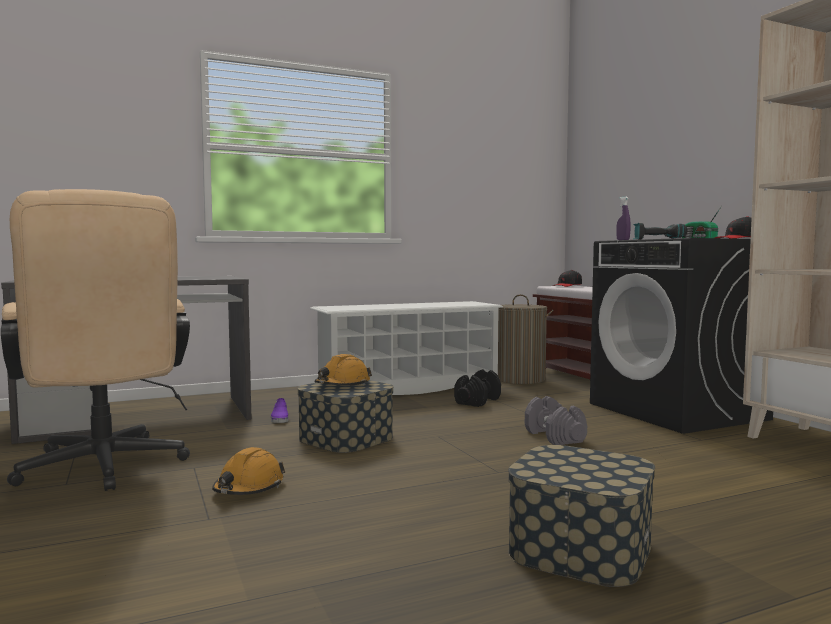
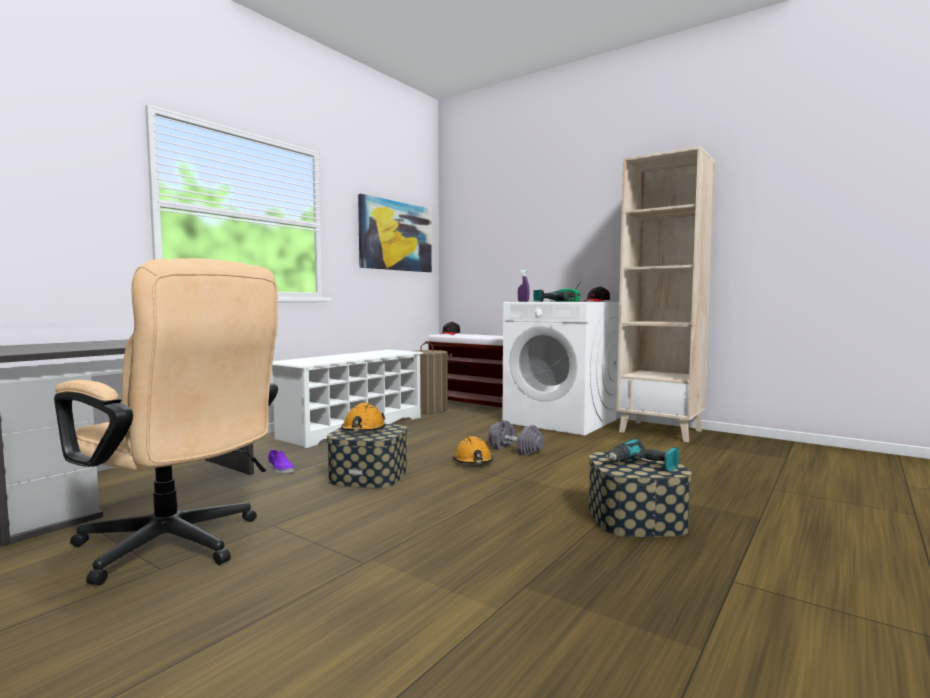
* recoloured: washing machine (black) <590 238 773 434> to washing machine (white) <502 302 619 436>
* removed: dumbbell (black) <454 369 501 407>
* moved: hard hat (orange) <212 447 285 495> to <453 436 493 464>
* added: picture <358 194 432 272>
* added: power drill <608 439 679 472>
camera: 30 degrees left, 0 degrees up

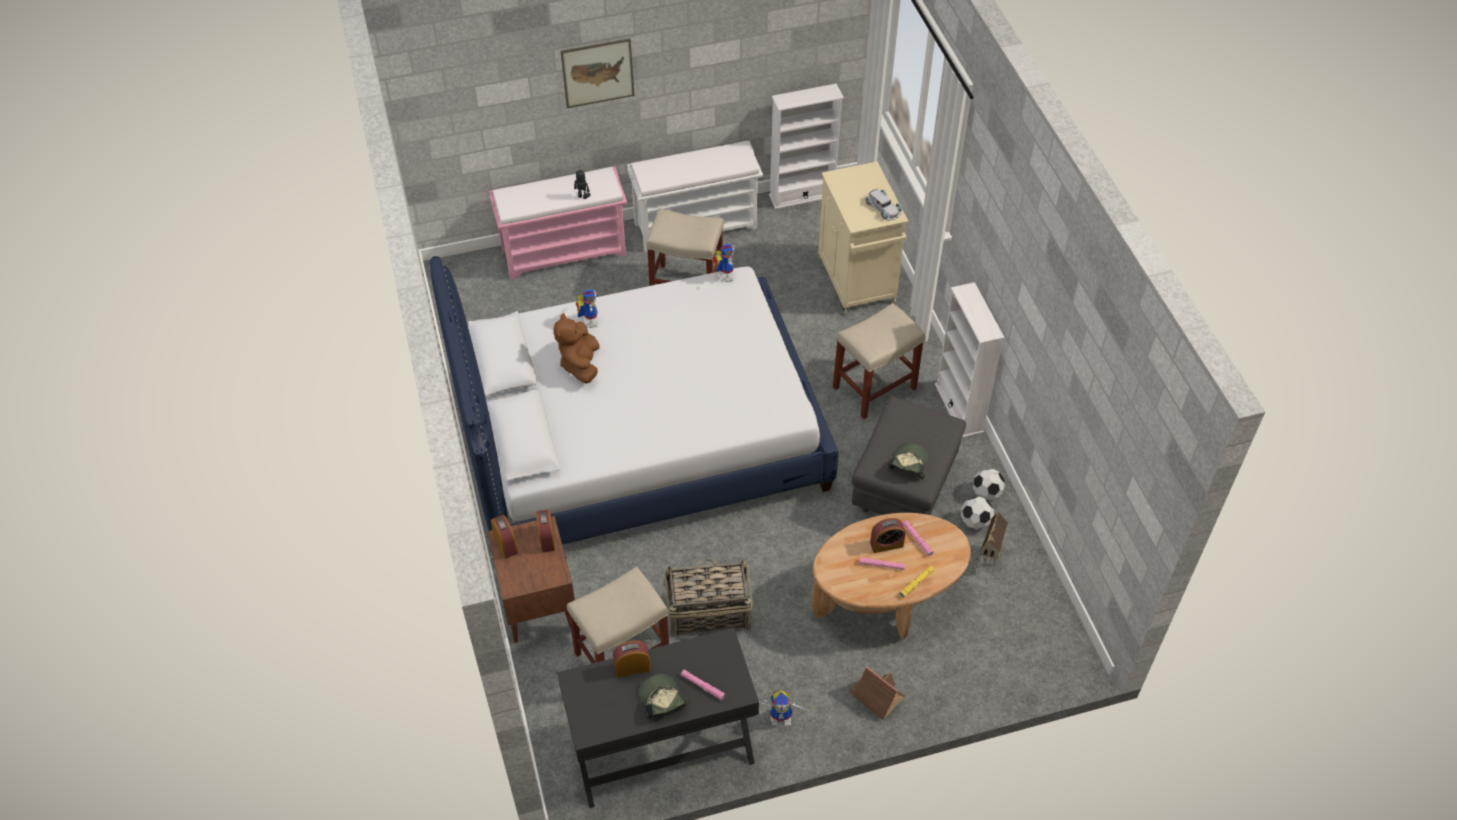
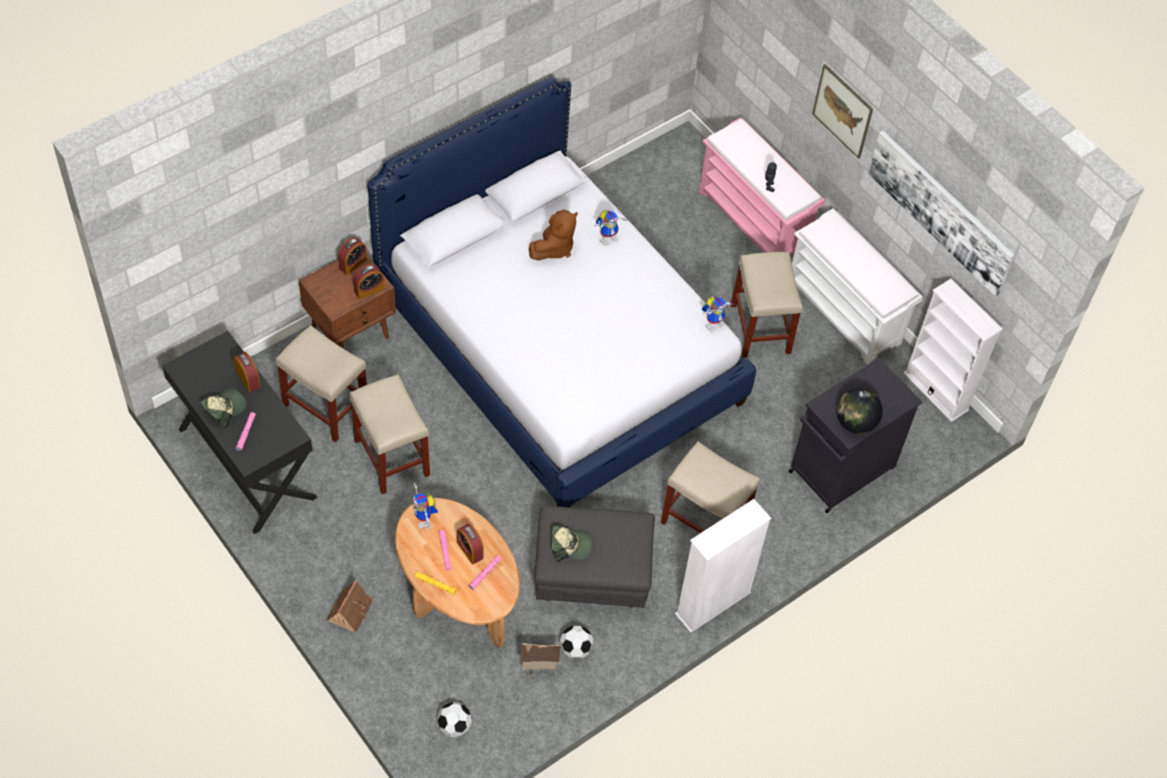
* recoloured: cabinet (beige) <818 162 908 314> to cabinet (black) <789 358 922 513>
* replaced: toy car (white) <865 189 902 221> to globe <837 388 883 434>
* turned: plush toy (brown) <554 313 600 384> = <529 209 578 260> 150 degrees clockwise
* moved: football <973 469 1005 500> to <437 702 472 737>
* replaced: basket <664 559 752 637> to stool (beige) <350 374 430 494>
* moved: toy robot <759 690 807 726> to <413 483 438 529>
* added: picture <868 131 1014 296>
camera: 65 degrees right, 5 degrees up

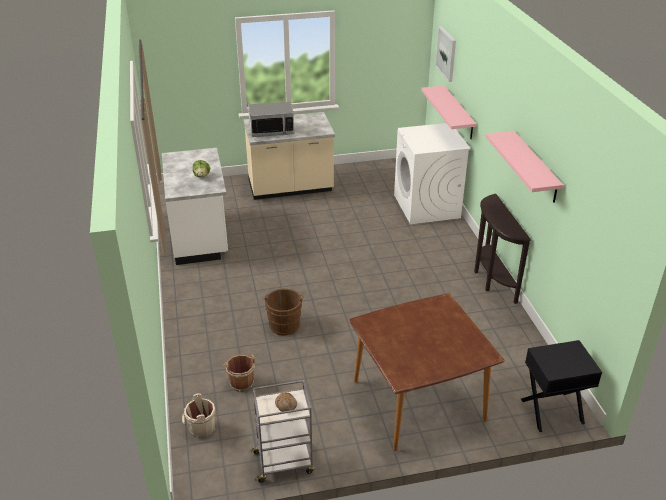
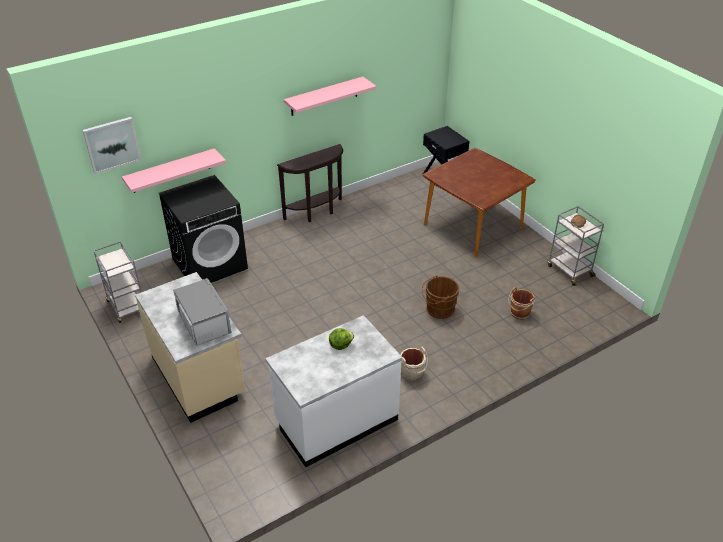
* recoloured: washing machine (white) <394 123 471 224> to washing machine (black) <159 175 248 283>
* moved: bucket (beige) <182 393 215 438> to <401 347 428 381>
* added: cart (grey) <93 241 142 323>
camera: 110 degrees left, 5 degrees up

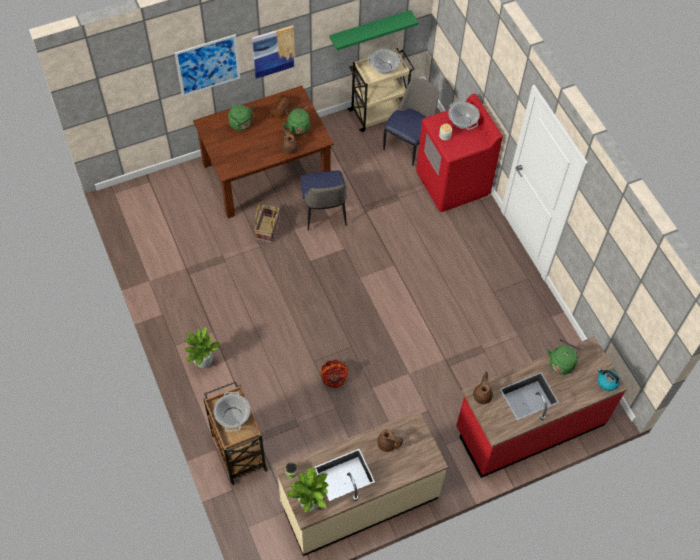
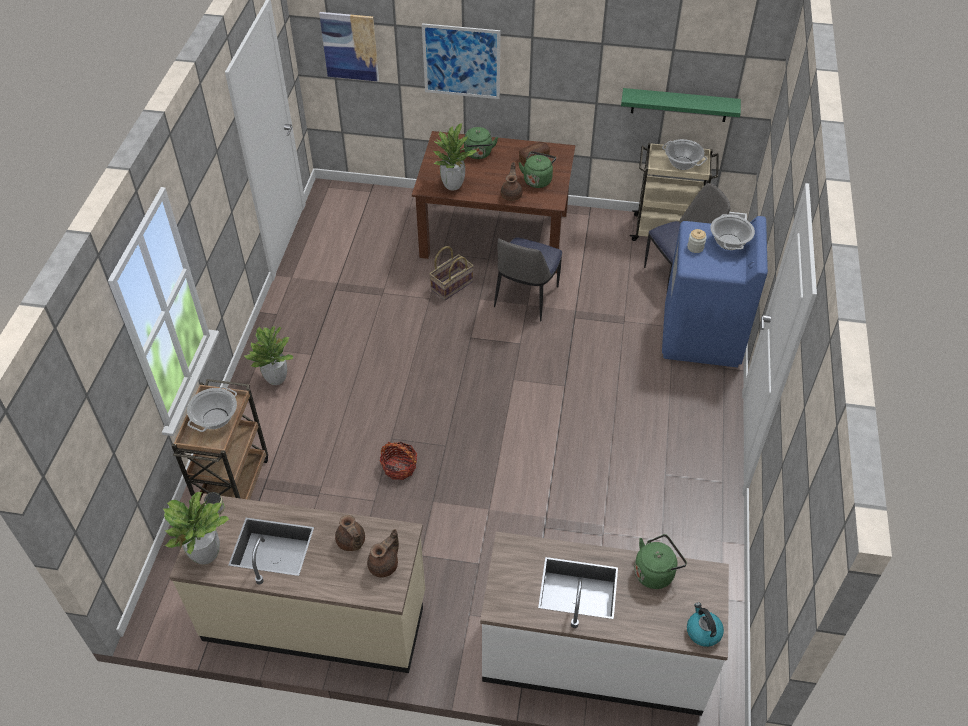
* moved: picture <252 25 295 79> to <319 12 379 81>
* recoloured: washing machine (red) <416 94 503 212> to washing machine (blue) <662 216 768 368>
* recoloured: counter (red) <456 336 627 478> to counter (white) <480 531 729 716>
* moved: teapot (brown) <473 372 493 404> to <367 529 399 577>
* added: potted plant <434 123 477 190>
camera: 35 degrees right, 10 degrees down

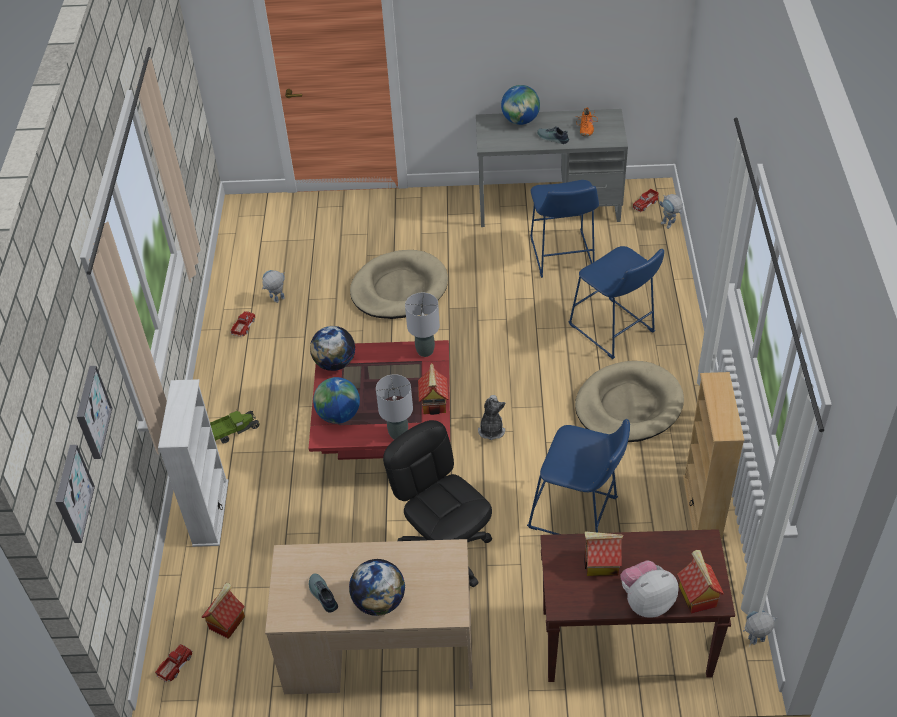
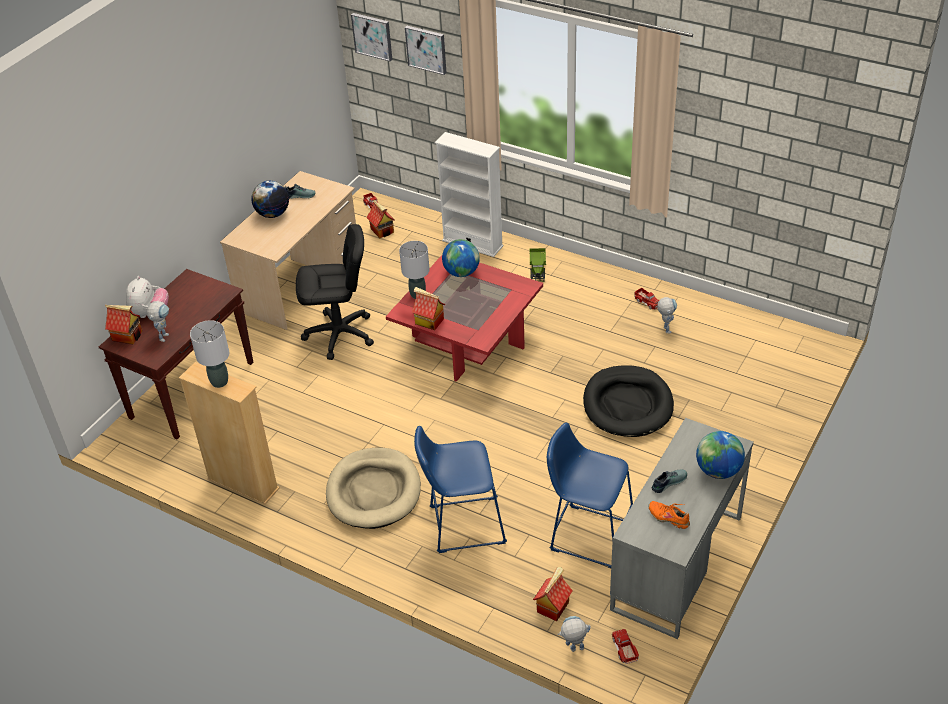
* recoloured: dog bed (beige) <350 250 448 319> to dog bed (black) <583 365 674 437>
* moved: table lamp (grey) <405 293 440 357> to <190 320 229 388>
* removed: globe <310 326 355 371>
* removed: plush toy <478 395 506 440>
* removed: stool (blue) <527 419 630 535>
* moved: toy house <584 531 623 576> to <533 567 572 621>
* moved: toy robot <743 610 777 645> to <147 301 169 342>
camera: 120 degrees right, 5 degrees down

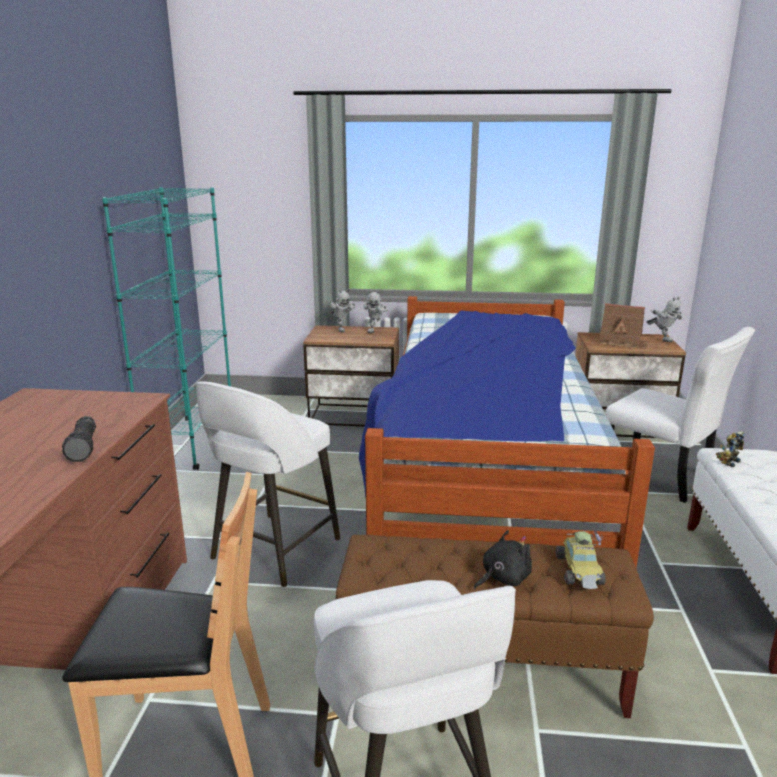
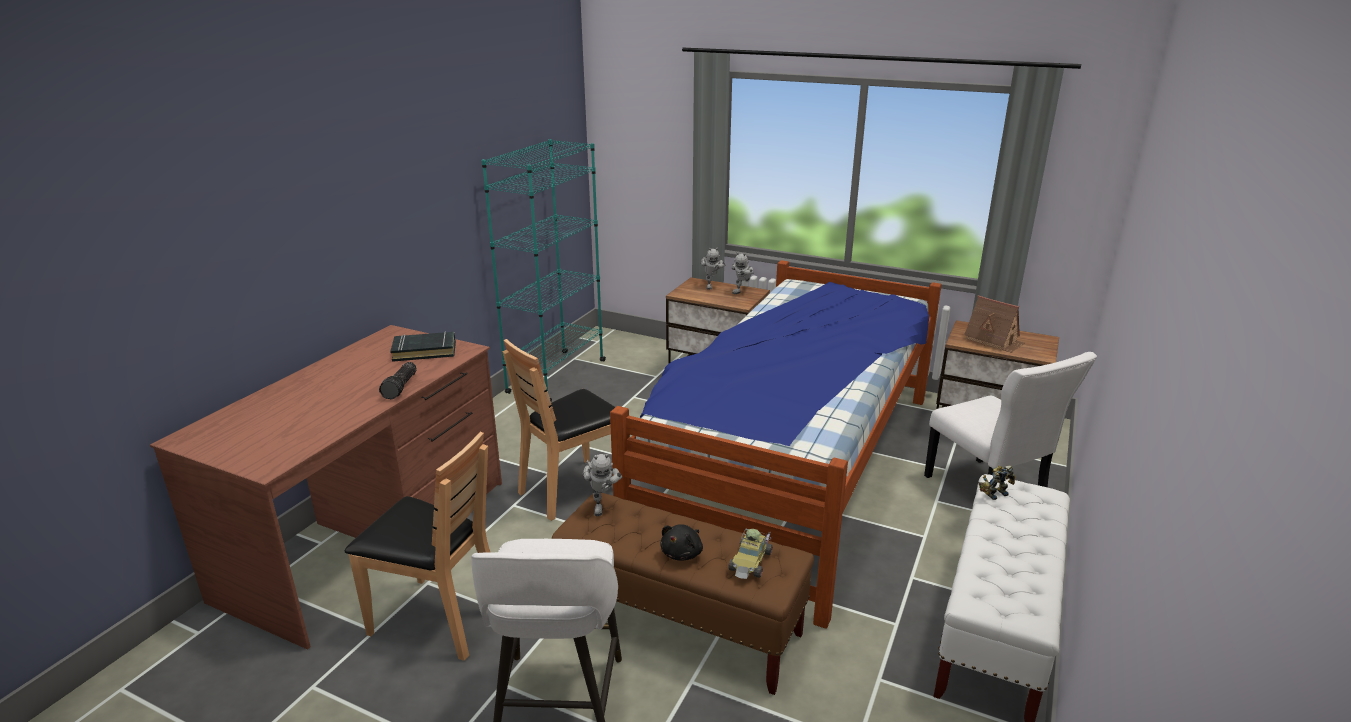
* moved: toy robot <646 297 682 342> to <582 454 622 516>
* replaced: stool (white) <196 382 340 587> to chair (brown) <502 339 615 521>
* turned: plush toy (black) <474 530 532 590> = <660 524 703 561> 135 degrees clockwise
* added: book (black) <390 332 456 362>
camera: 20 degrees right, 5 degrees up

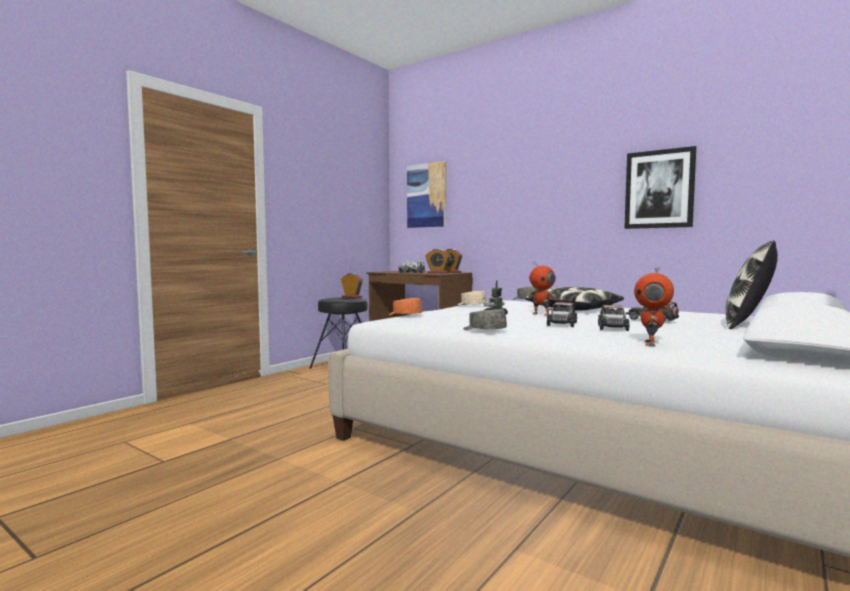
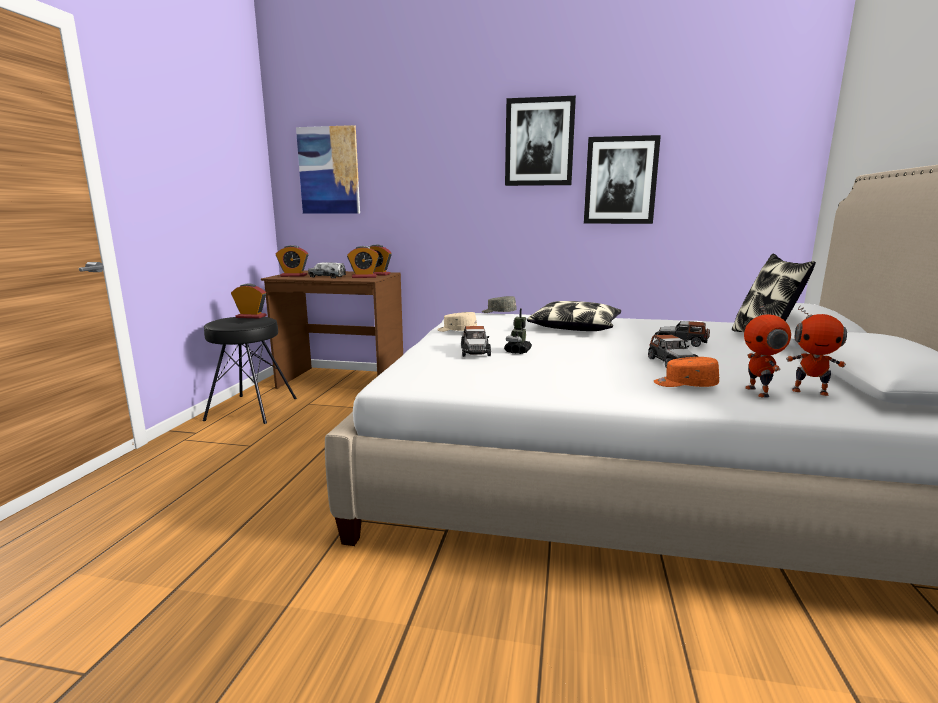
* moved: toy robot <529 261 556 316> to <786 306 847 396>
* moved: cap (orange) <389 298 422 315> to <654 357 719 387>
* moved: toy car <547 302 577 327> to <461 326 491 357>
* removed: cap (grey) <463 309 507 330>
* added: picture <505 96 576 186>
* added: alarm clock <276 245 308 277>
camera: 25 degrees left, 10 degrees up

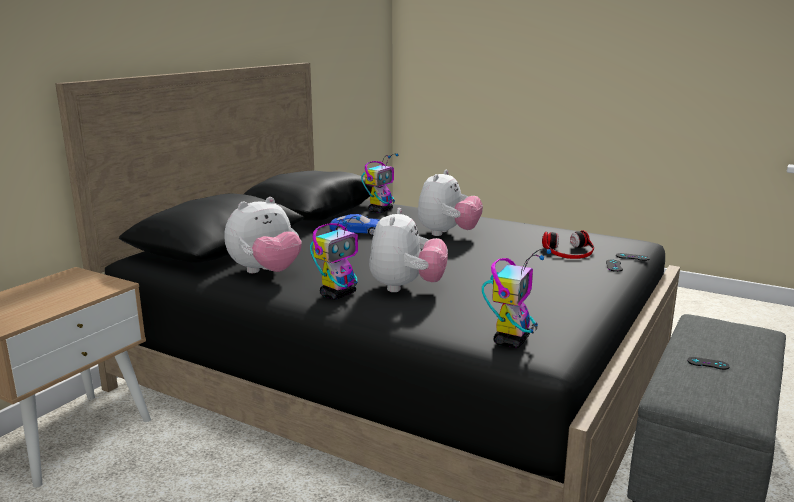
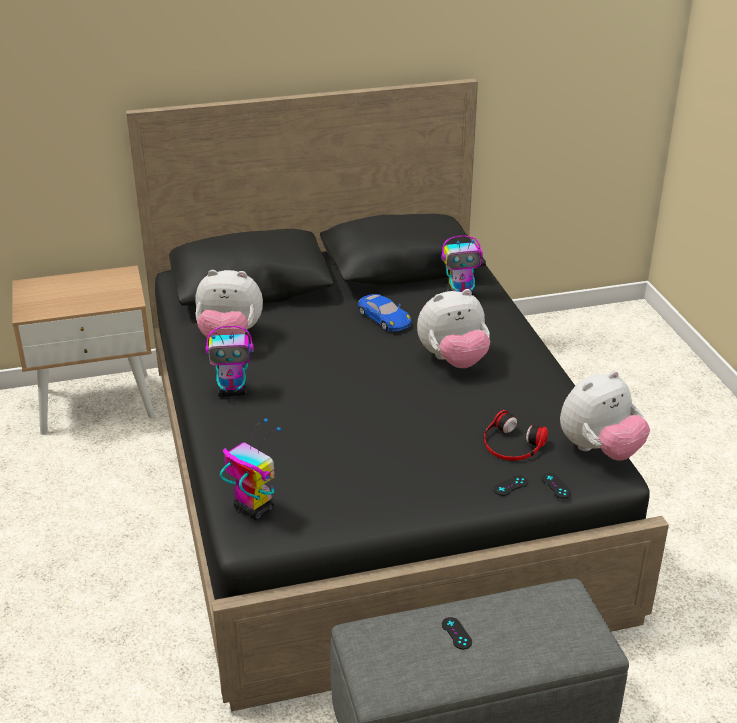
* moved: plush toy <369 208 448 292> to <560 371 650 460>
* turned: toy robot <482 249 551 348> = <220 418 281 520> 120 degrees counterclockwise
camera: 45 degrees right, 15 degrees up

